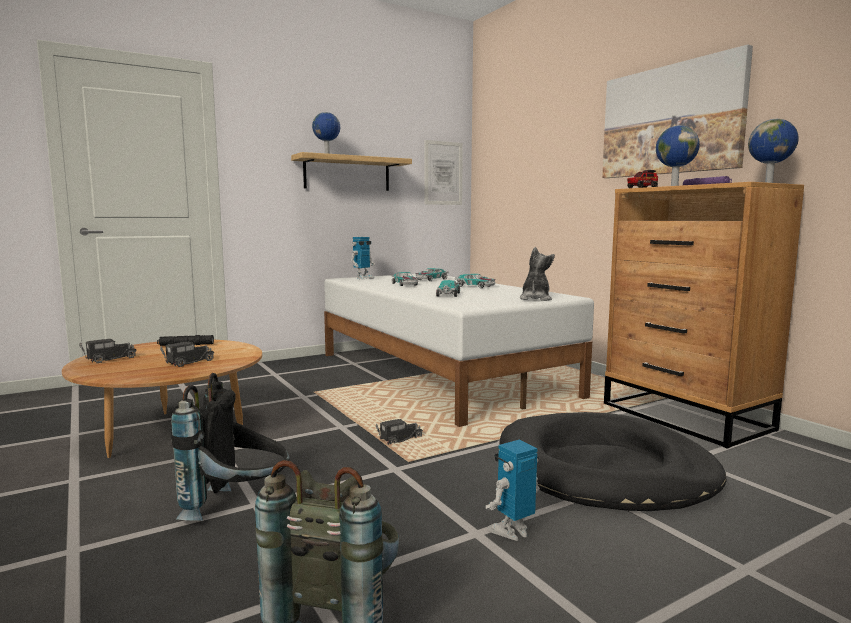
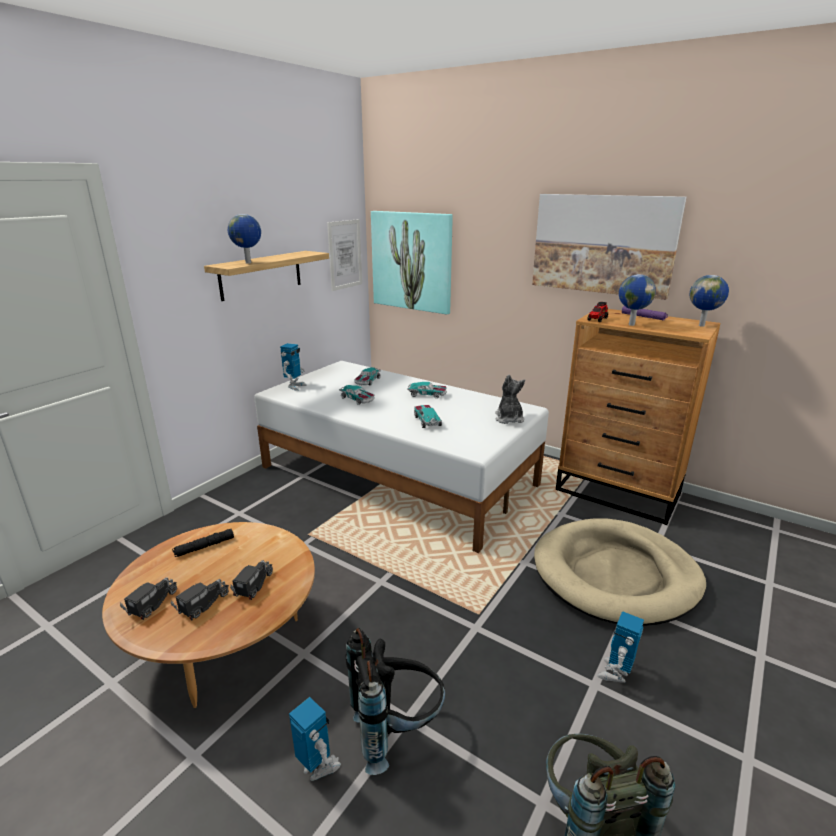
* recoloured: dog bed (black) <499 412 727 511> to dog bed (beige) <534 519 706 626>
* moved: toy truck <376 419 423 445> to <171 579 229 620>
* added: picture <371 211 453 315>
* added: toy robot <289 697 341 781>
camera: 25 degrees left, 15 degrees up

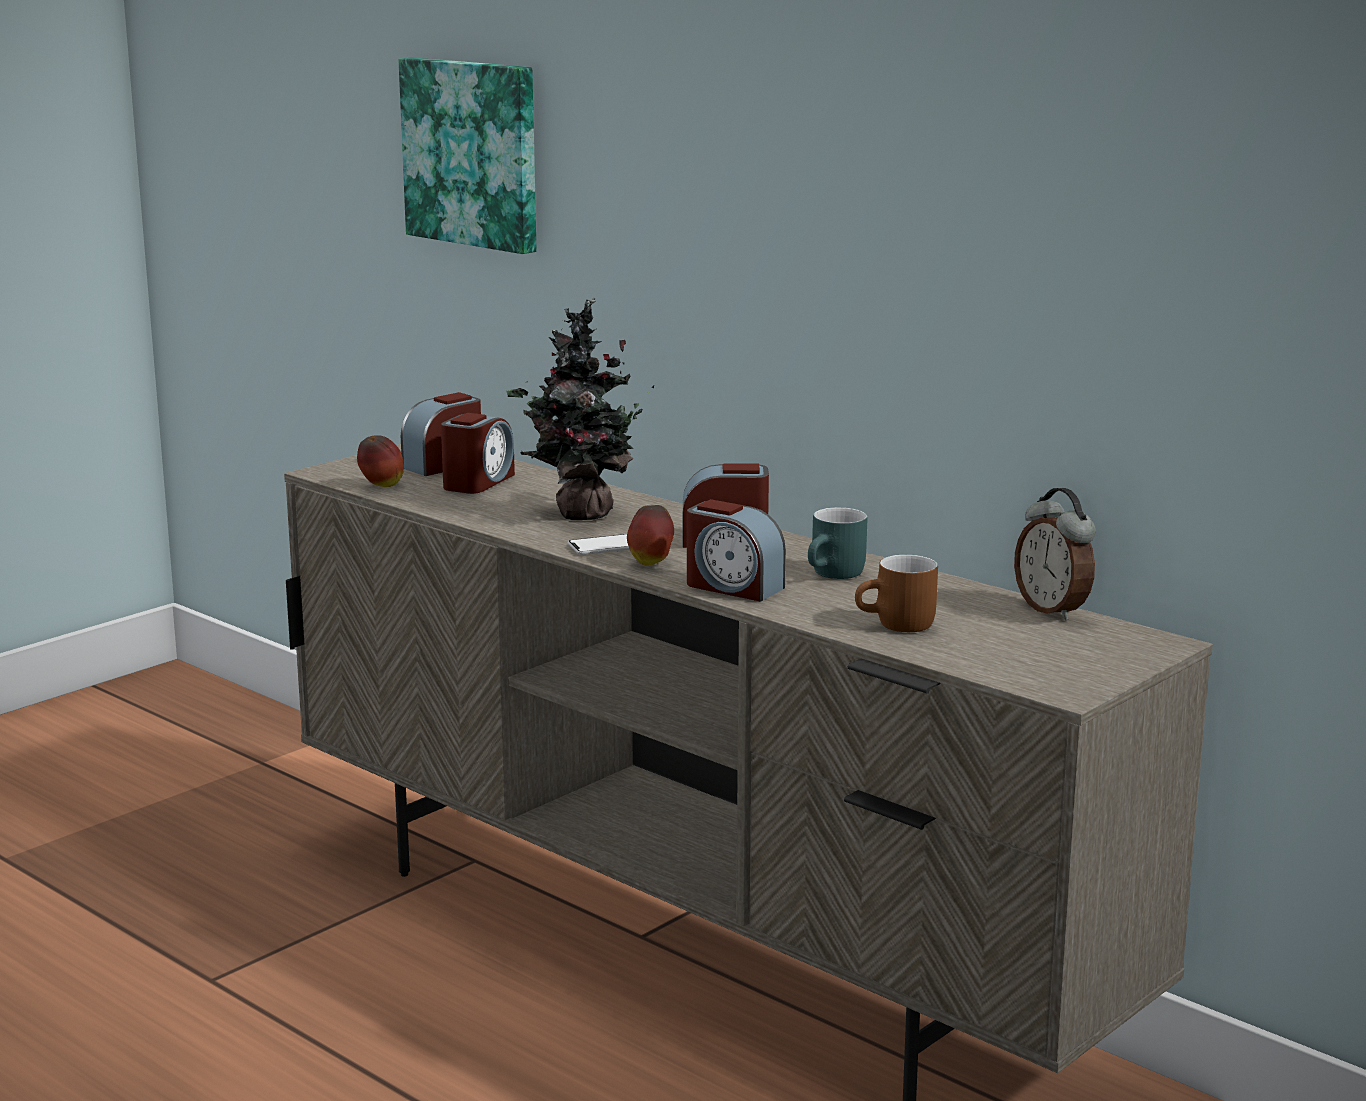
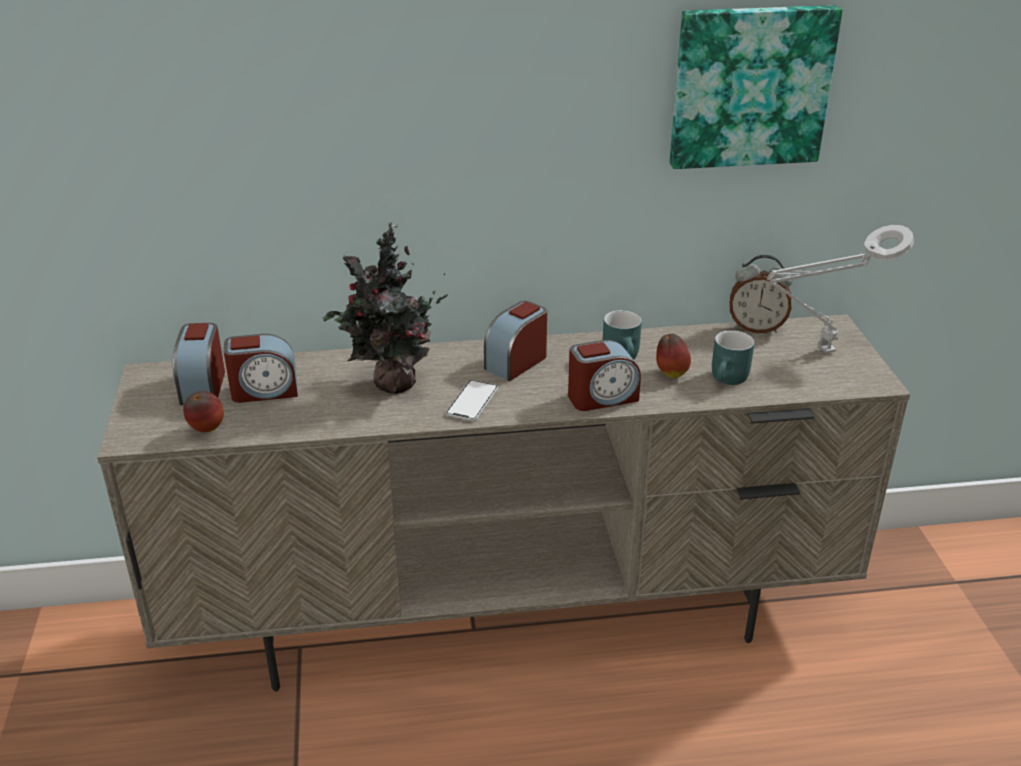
* moved: picture <399 57 536 254> to <670 5 843 169>
* turned: alarm clock <441 413 515 494> = <224 334 298 403> 105 degrees clockwise
* moved: apple <627 505 674 565> to <656 334 691 378>
* recoloured: mug (brown) <855 554 938 632> to mug (turquoise) <712 330 755 385>
* added: table lamp (grey) <766 225 914 353>
camera: 50 degrees left, 15 degrees up

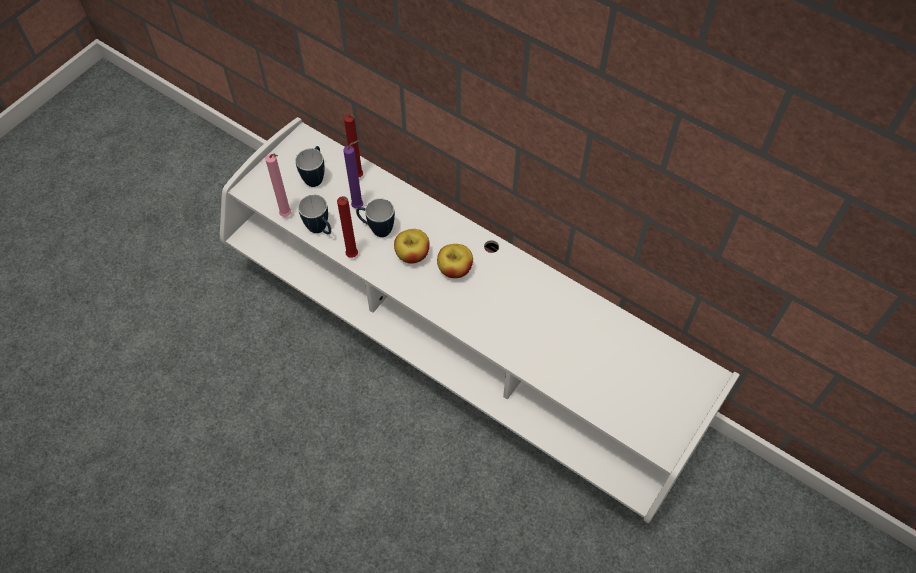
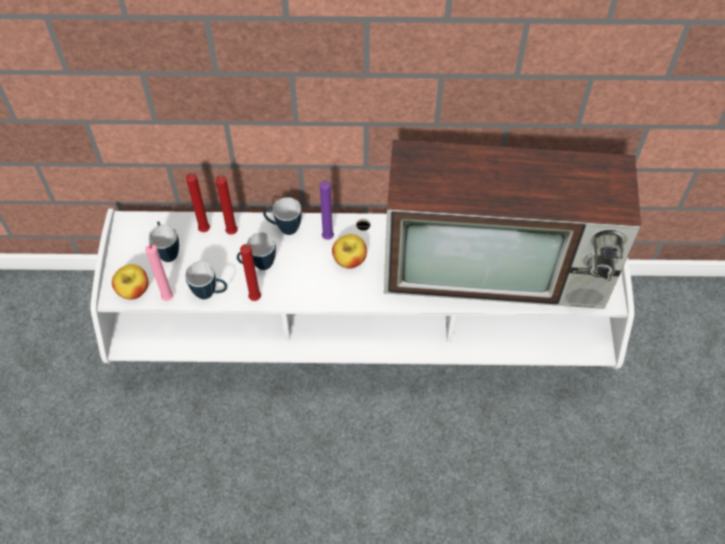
* moved: candle (purple) <343 140 363 209> to <320 171 334 240>
* moved: apple <394 229 430 263> to <112 264 149 300>
* added: television <384 140 641 309>
* added: candle (red) <216 167 238 235>
* added: mug <263 197 302 235>
camera: 35 degrees left, 0 degrees up

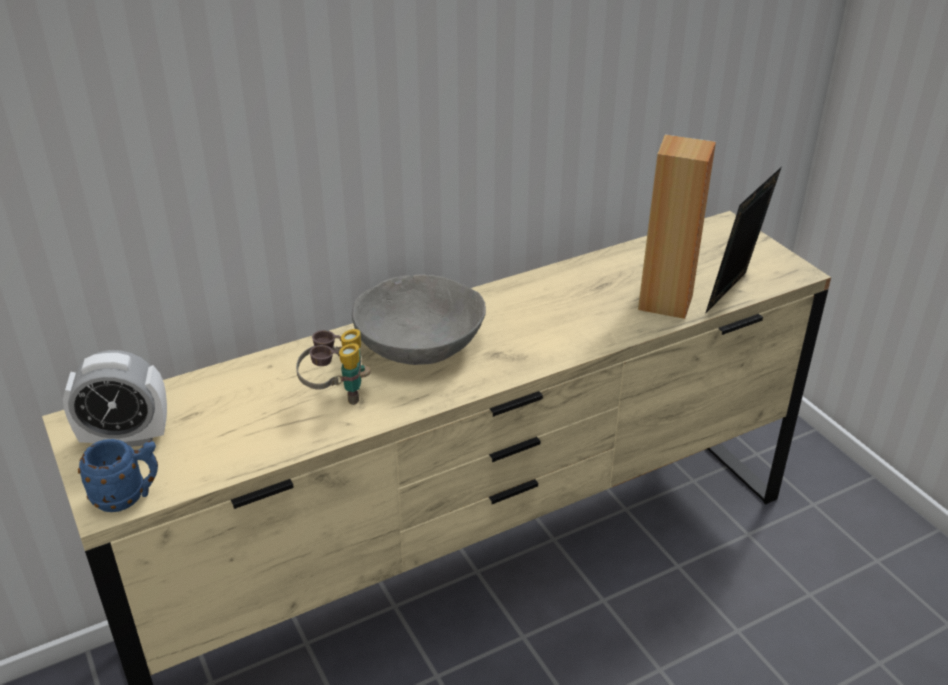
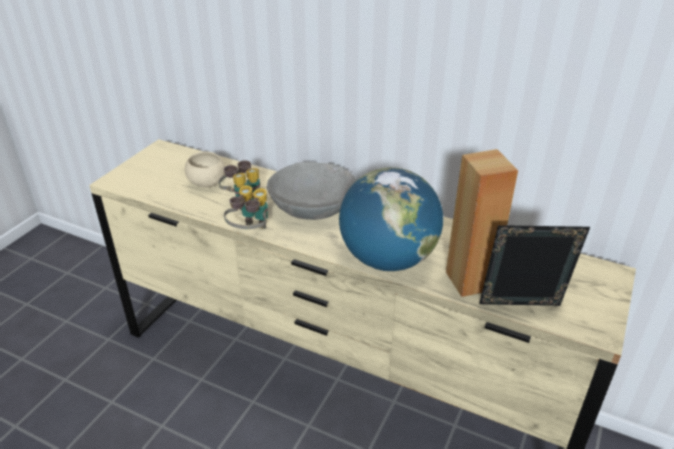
* removed: alarm clock <63 350 167 447>
* removed: mug (blue) <78 439 158 512>
* added: bowl (beige) <185 151 225 187>
* added: globe <339 167 443 271>
* added: binoculars <224 185 268 229>
camera: 55 degrees right, 0 degrees up

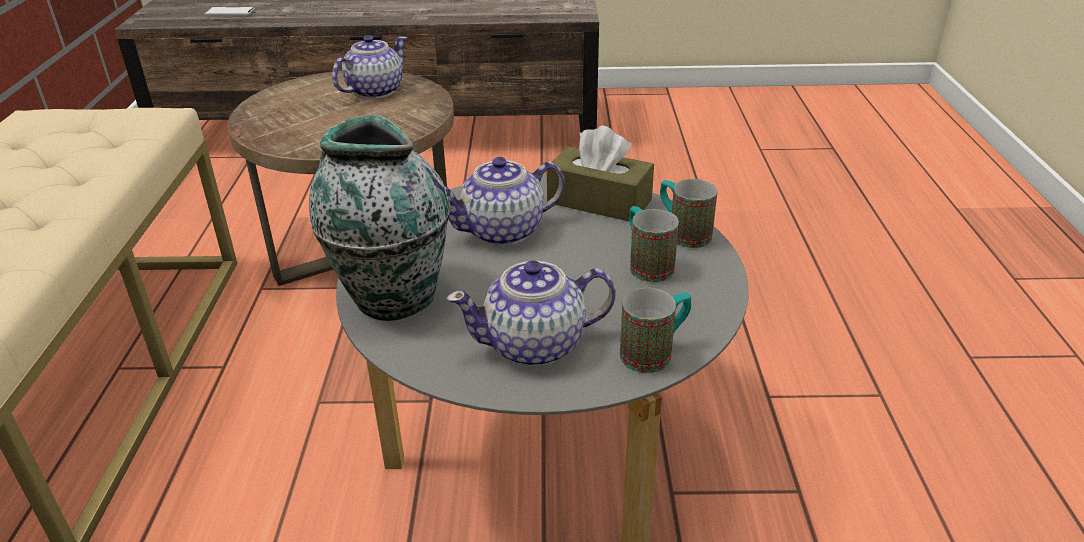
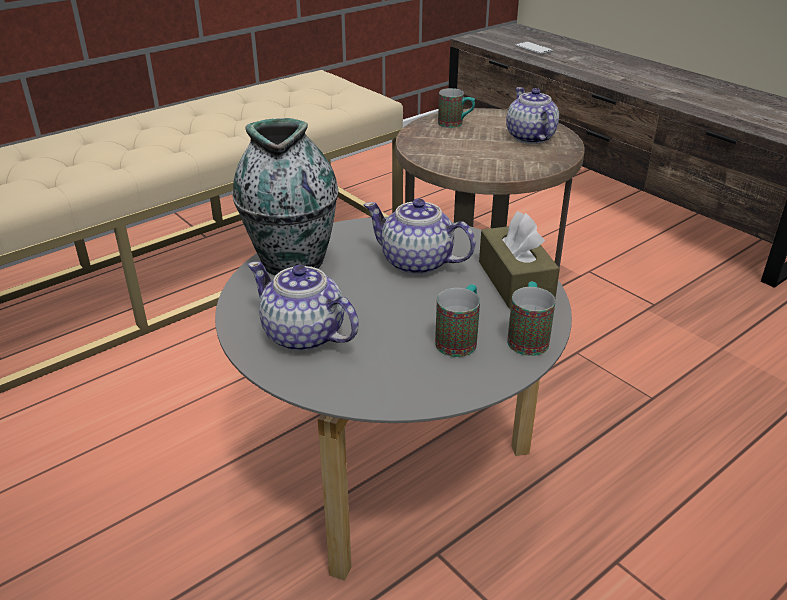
* turned: teapot <332 35 407 99> = <506 87 559 144> 105 degrees counterclockwise
* moved: mug <620 288 691 373> to <438 88 475 128>
camera: 50 degrees right, 0 degrees up

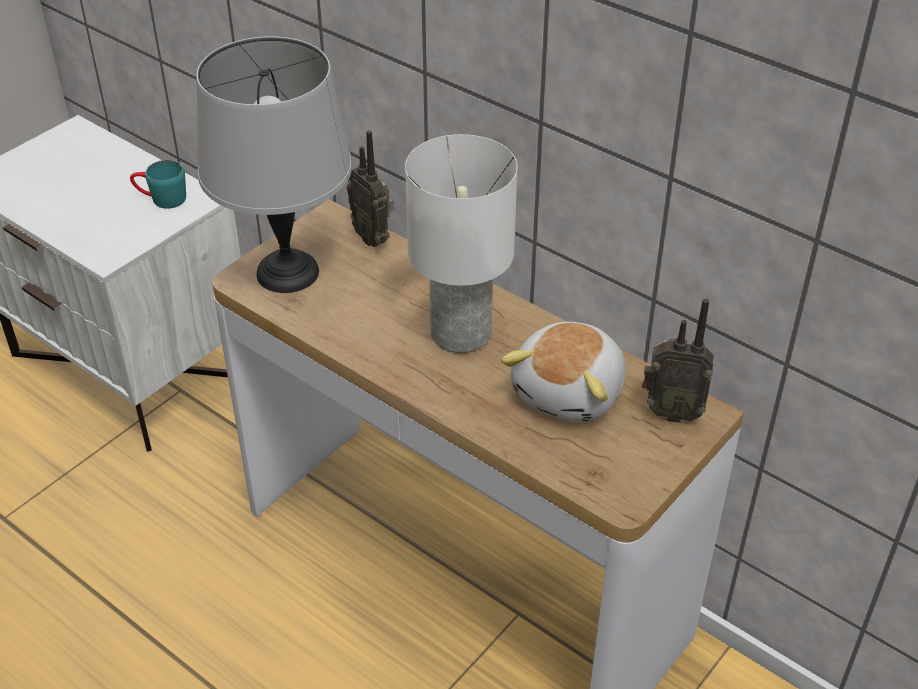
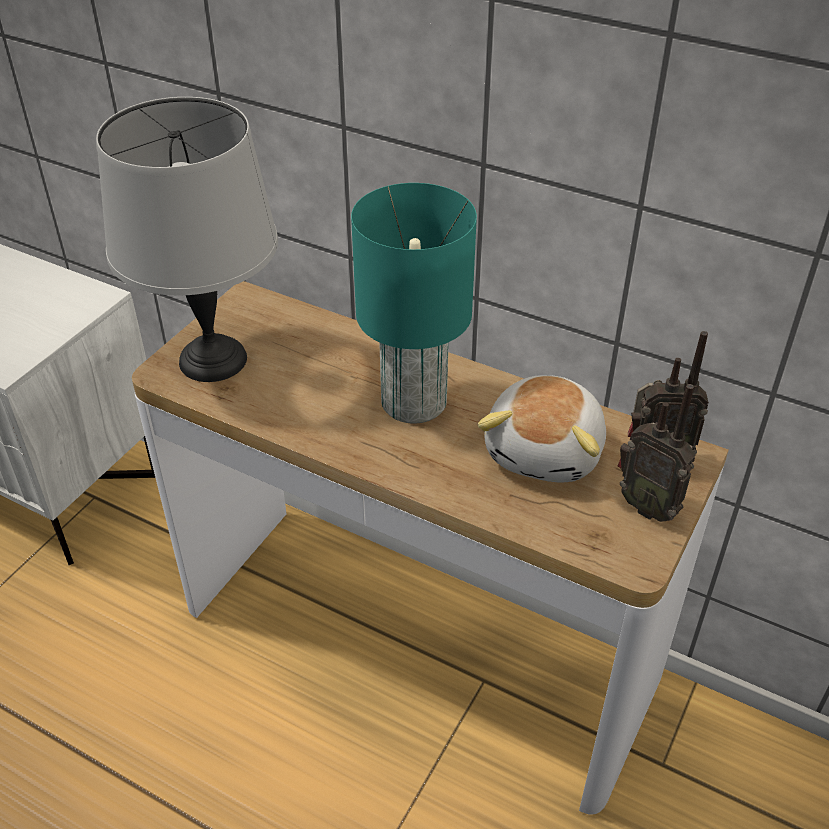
* moved: radio <347 130 394 247> to <618 384 696 522>
* recoloured: table lamp (white) <405 134 518 353> to table lamp (turquoise) <351 183 477 424>
* removed: mug (turquoise) <130 160 186 209>
camera: 10 degrees left, 0 degrees up

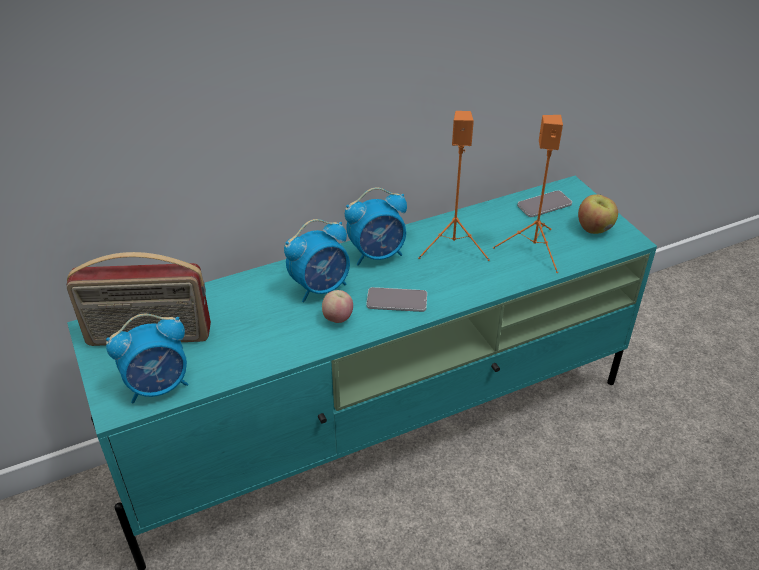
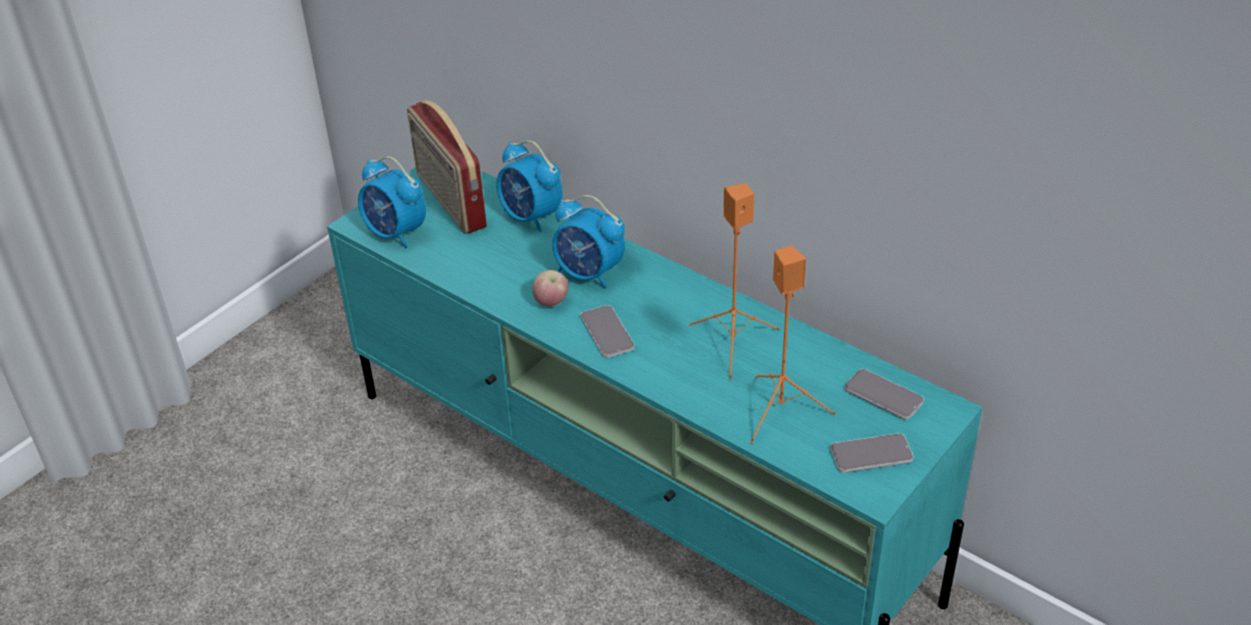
* moved: alarm clock <345 187 407 266> to <497 140 563 232>
* replaced: apple <578 194 618 234> to phone <830 433 914 473>
camera: 65 degrees right, 0 degrees up

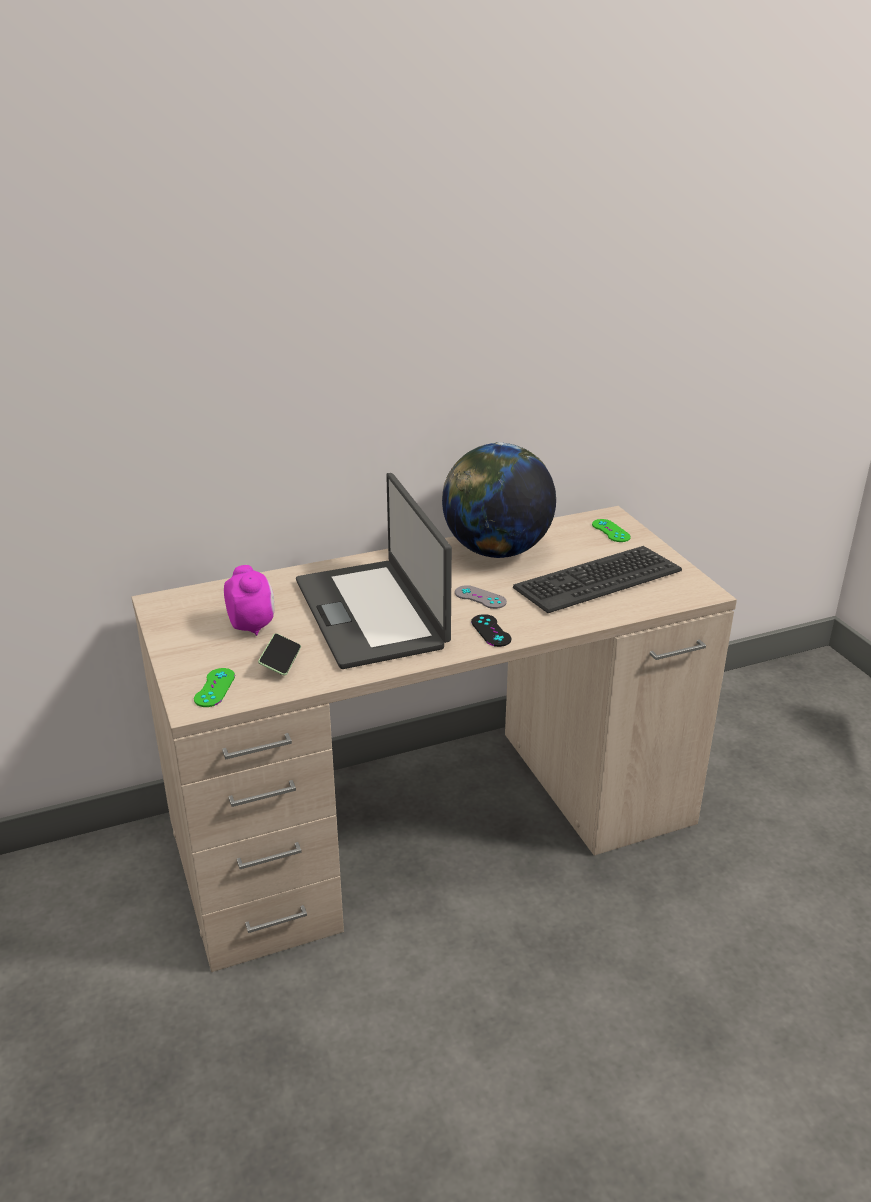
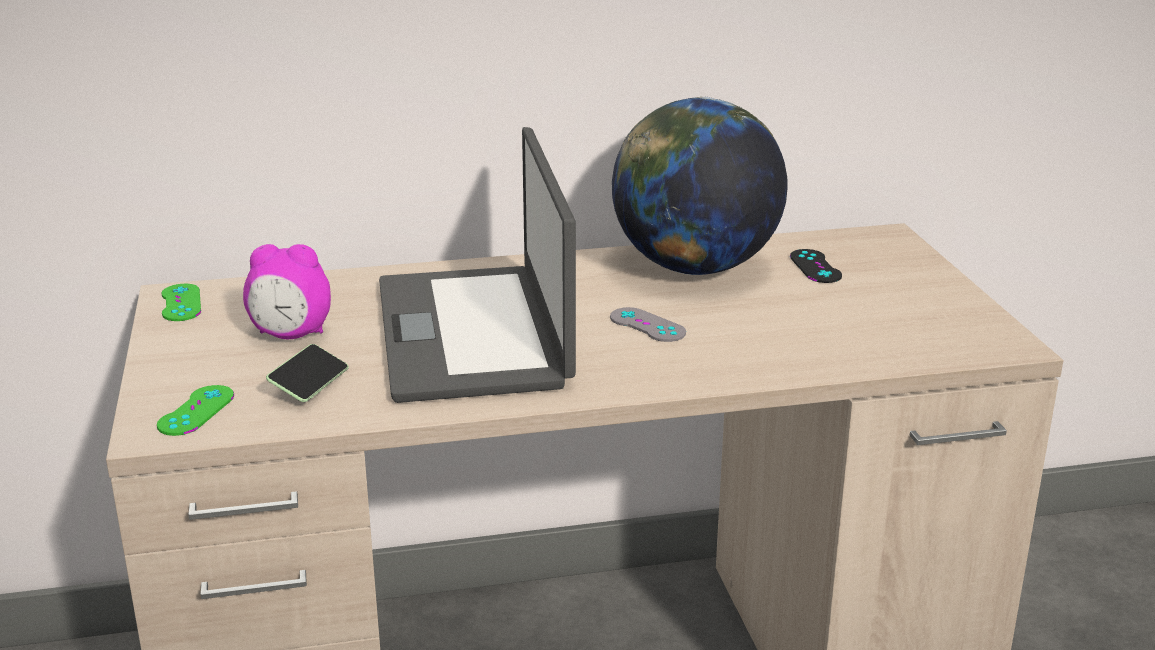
* moved: game controller (green) <592 519 631 542> to <162 284 201 321>
* removed: keyboard <513 546 682 613>
* turned: alarm clock <224 565 274 636> = <243 244 331 339> 105 degrees clockwise
* moved: game controller (black) <471 614 511 647> to <790 249 842 283>
camera: 10 degrees right, 5 degrees down

